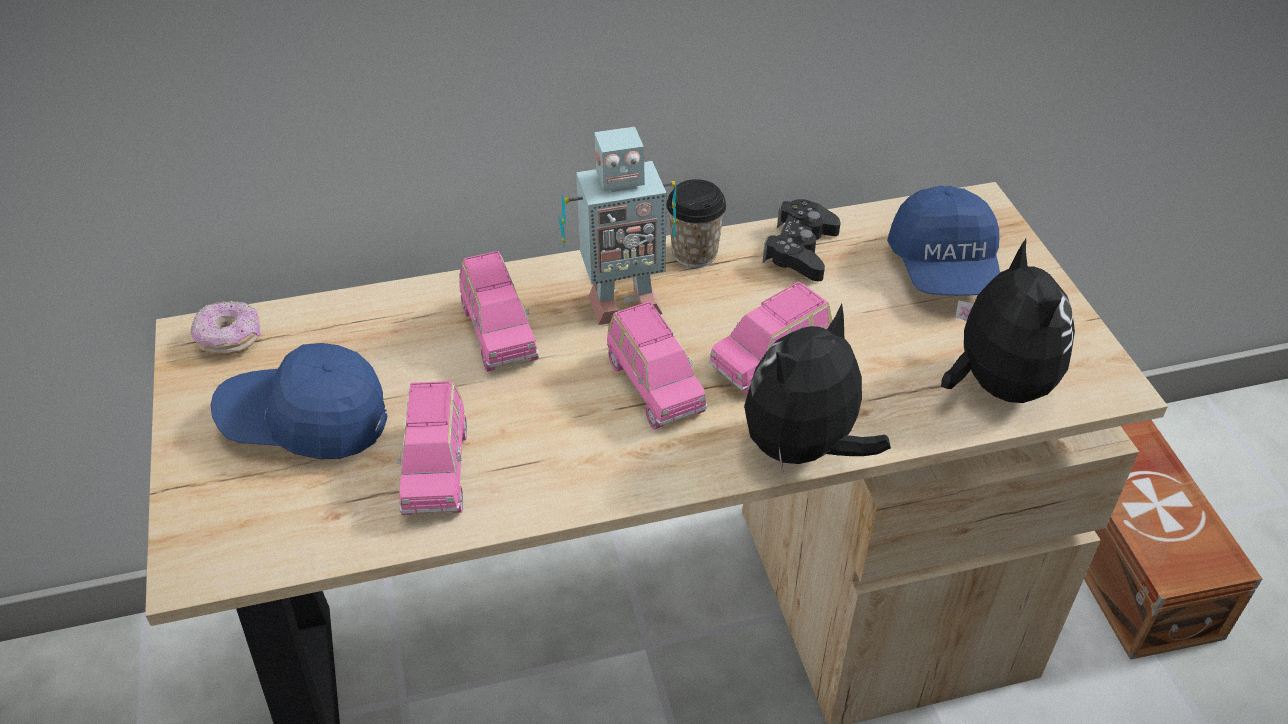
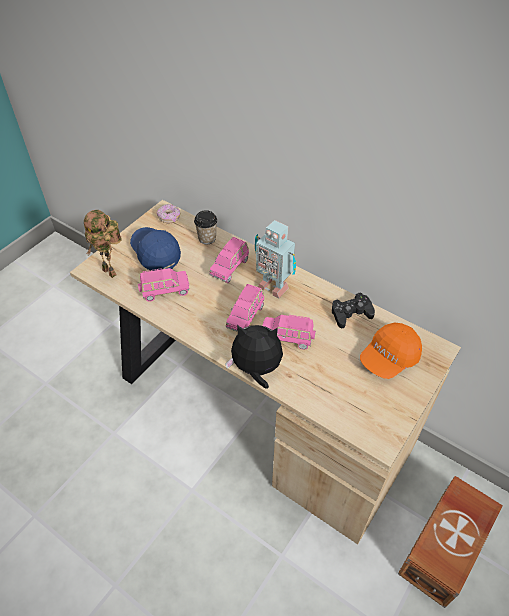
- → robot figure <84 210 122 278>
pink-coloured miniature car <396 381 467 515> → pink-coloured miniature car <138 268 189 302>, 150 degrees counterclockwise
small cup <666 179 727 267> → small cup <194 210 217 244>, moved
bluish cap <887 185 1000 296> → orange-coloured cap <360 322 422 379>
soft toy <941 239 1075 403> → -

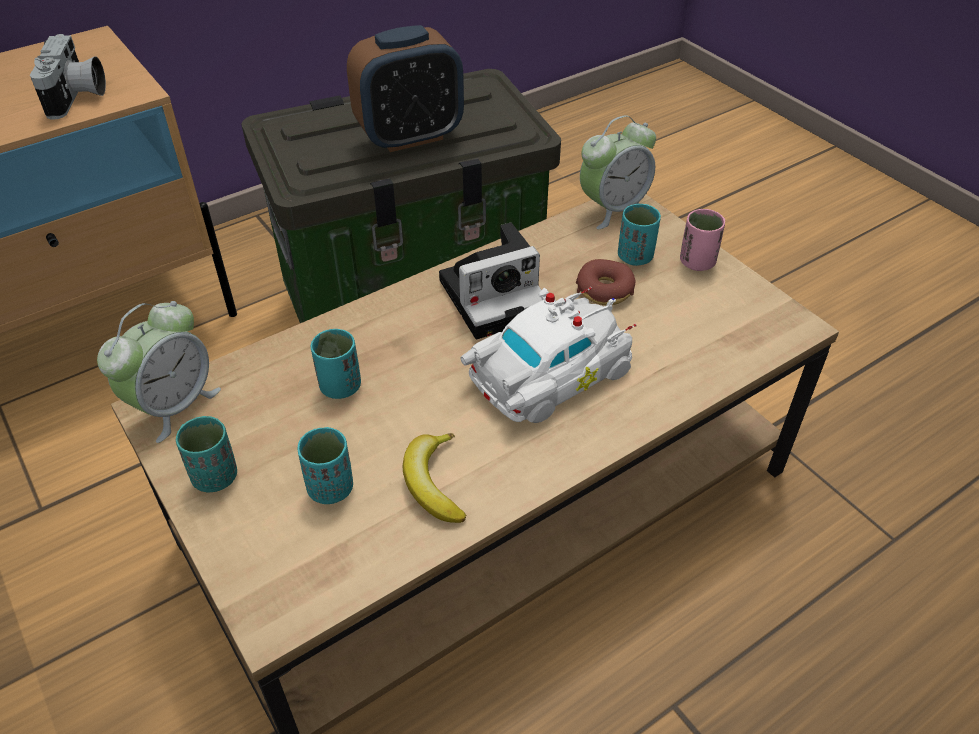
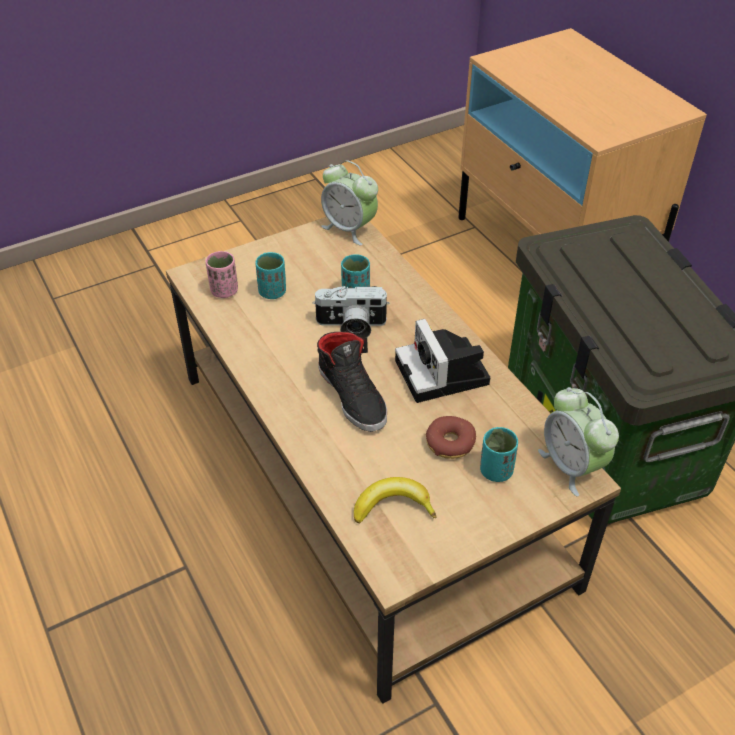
pink-coloured small cup <680 209 725 271> → pink-coloured small cup <205 251 238 298>, moved
still camera <30 34 106 120> → still camera <312 286 389 337>, moved
whitish miniature car <460 287 636 423> → blackish shoe <317 332 387 432>
whole banana <403 433 466 523> → whole banana <354 477 437 524>, moved
blue-green small cup <176 416 237 493> → -
alarm clock <347 25 464 152> → -

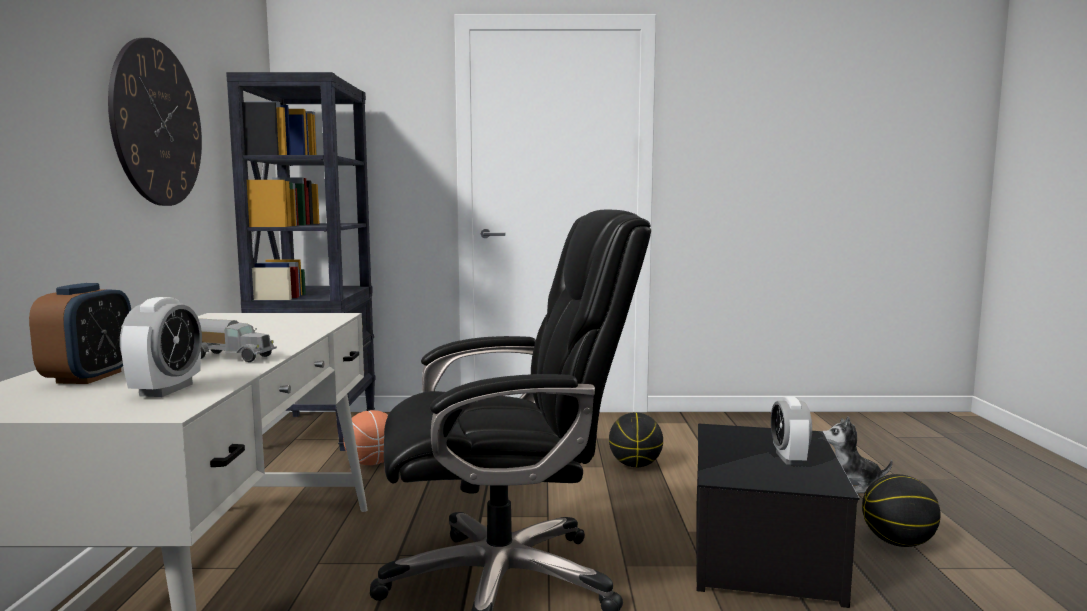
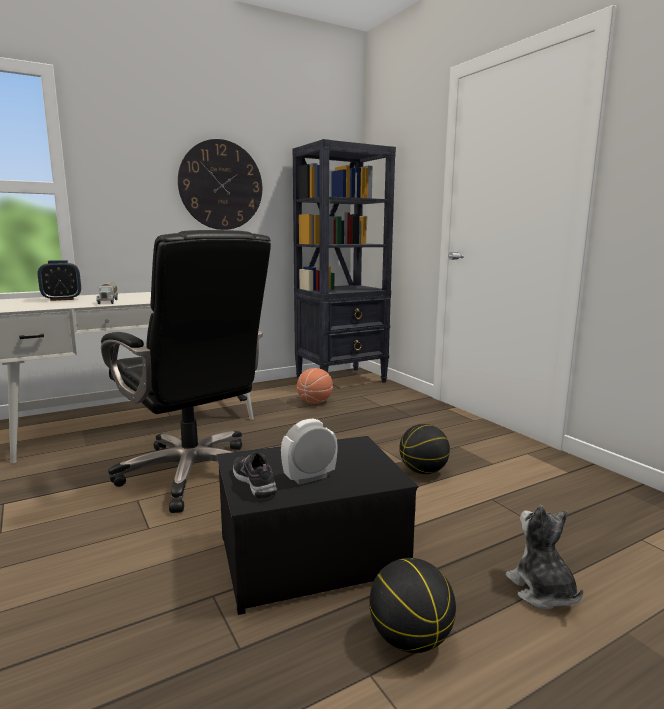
- → shoe <233 452 277 498>
alarm clock <120 297 202 397> → -

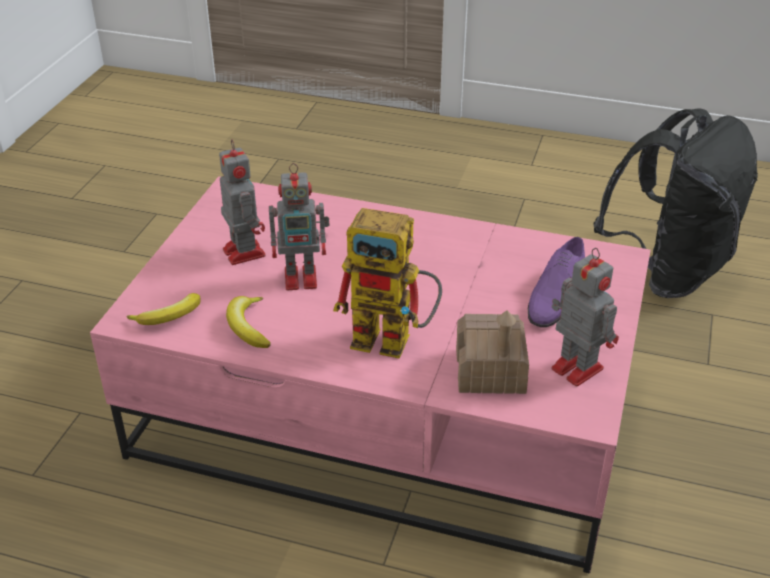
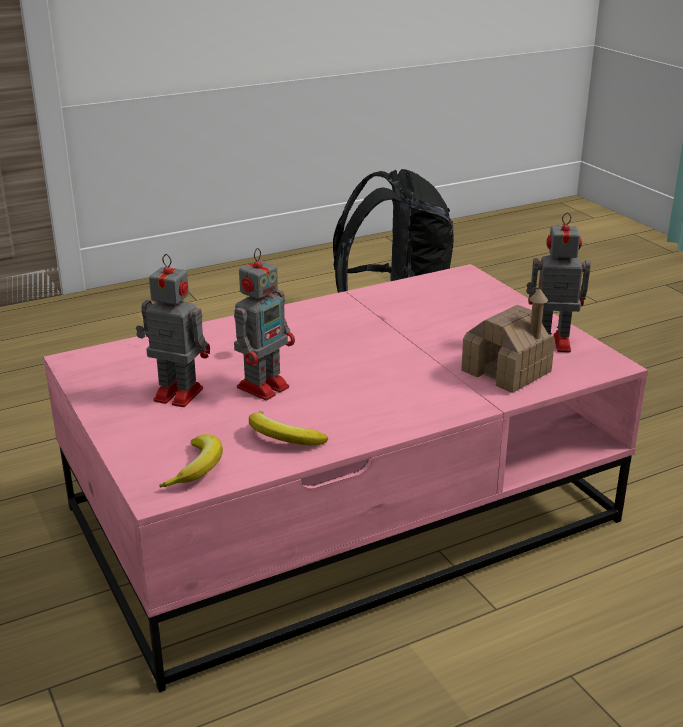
robot figure <333 208 442 359> → -
purple-coloured shoe <528 237 585 328> → -

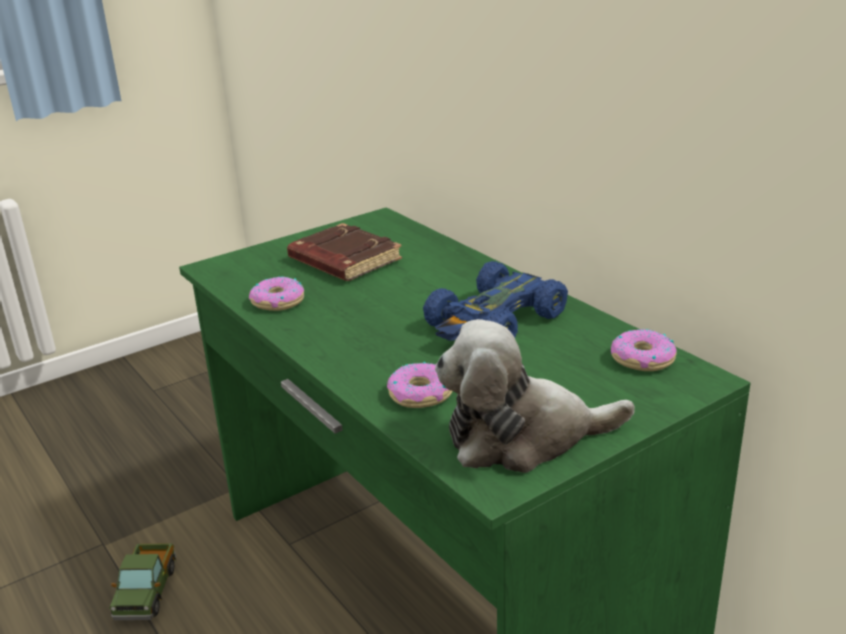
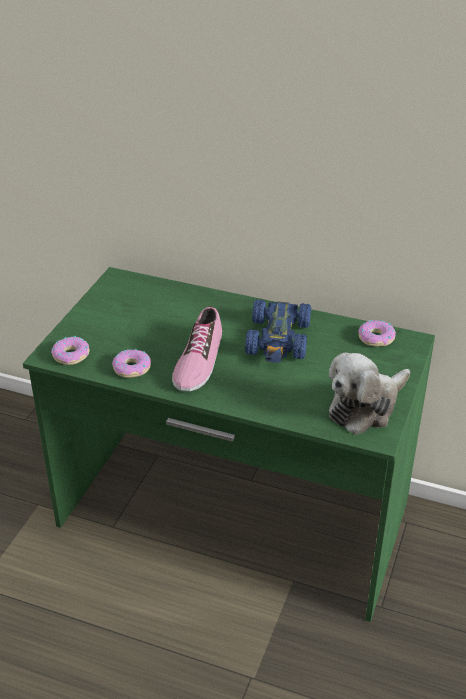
donut <387 362 452 408> → donut <51 336 90 365>, moved
- → shoe <172 306 222 391>
toy truck <109 543 176 620> → -
brownish book <287 223 402 281> → -

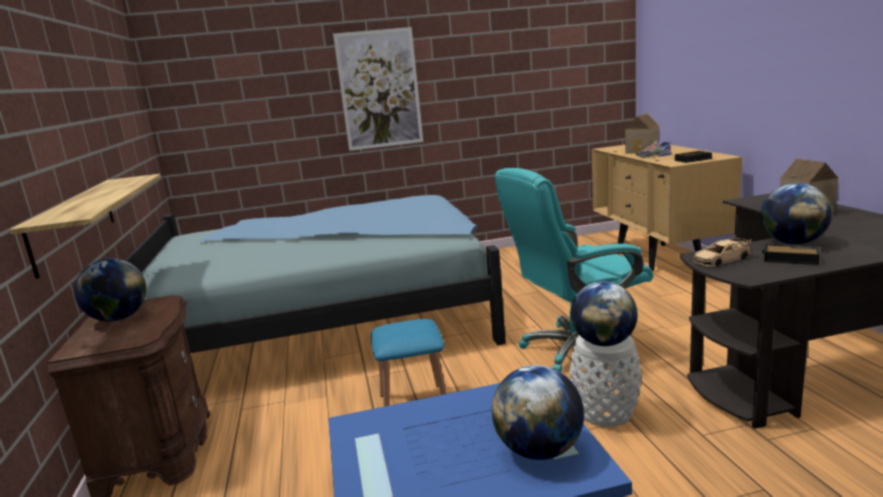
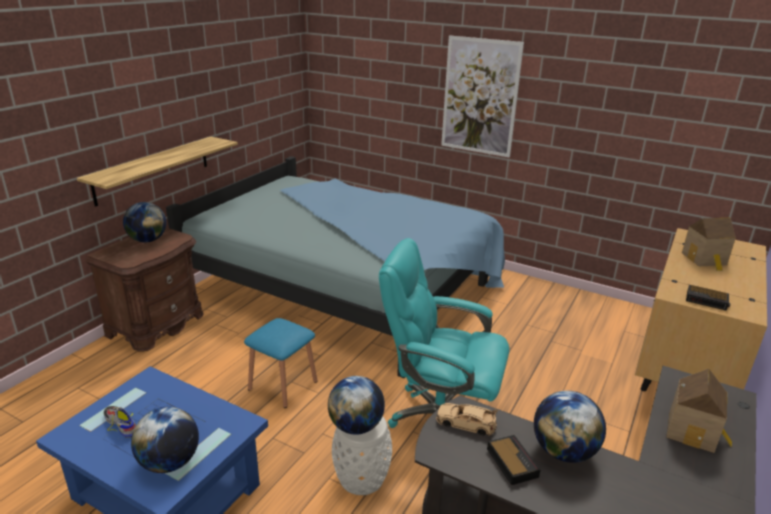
shoe <636 141 671 158> → shoe <103 406 136 438>, moved

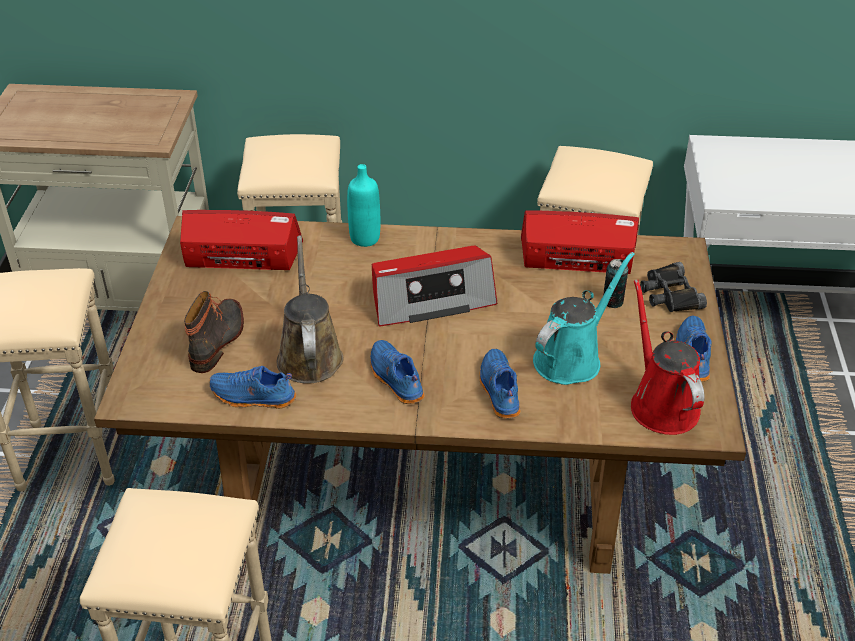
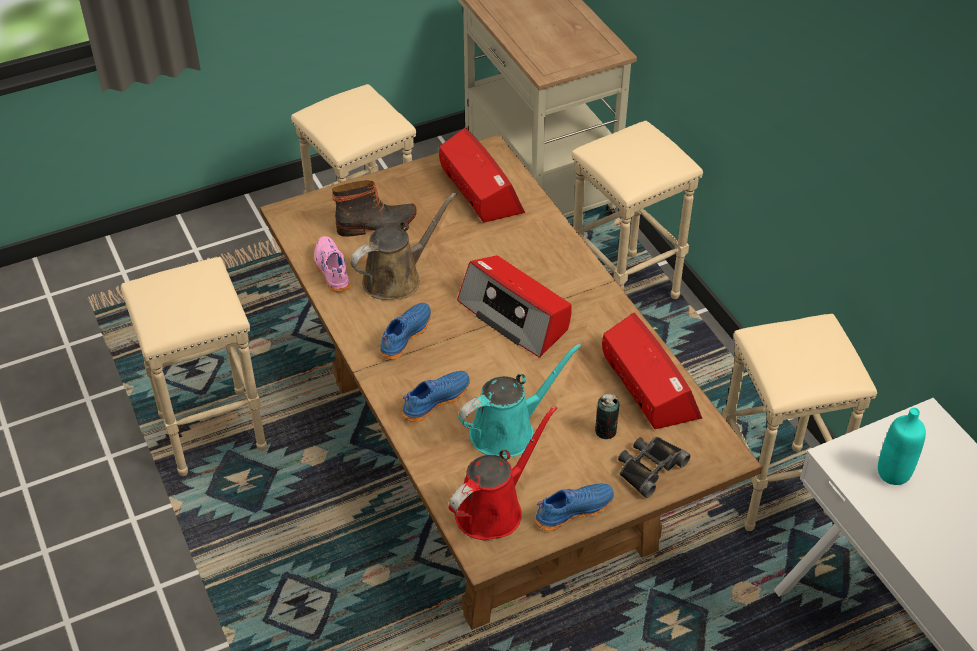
bluish shoe <209 366 296 409> → pink-coloured shoe <314 236 351 292>
blue-green watering can <533 252 635 385> → blue-green watering can <458 343 582 457>, 45 degrees counterclockwise
blue-green drink bottle <347 164 380 247> → blue-green drink bottle <878 408 926 485>, moved

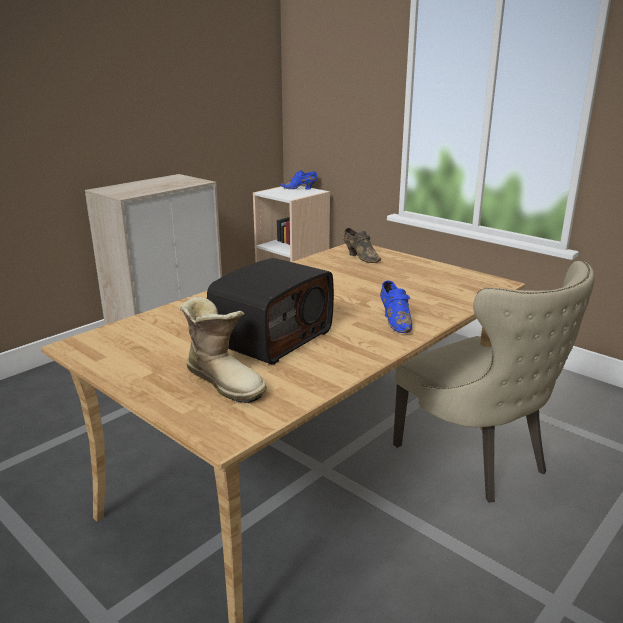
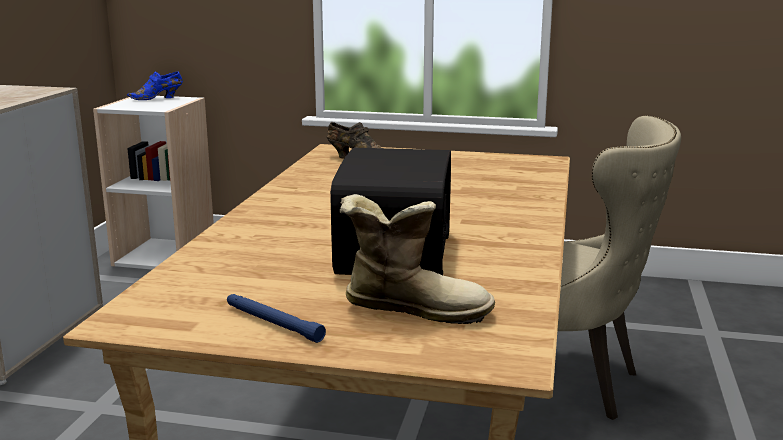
- → bluish hand torch <227 294 326 343>
bluish shoe <380 280 412 333> → -

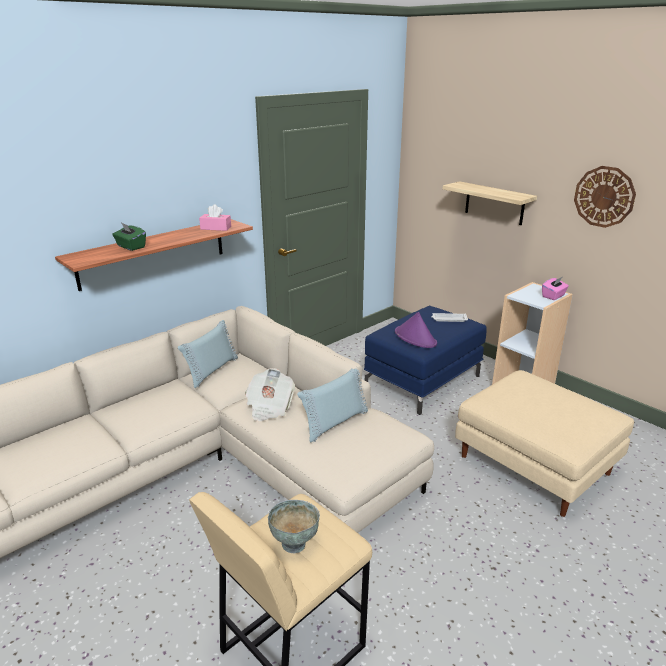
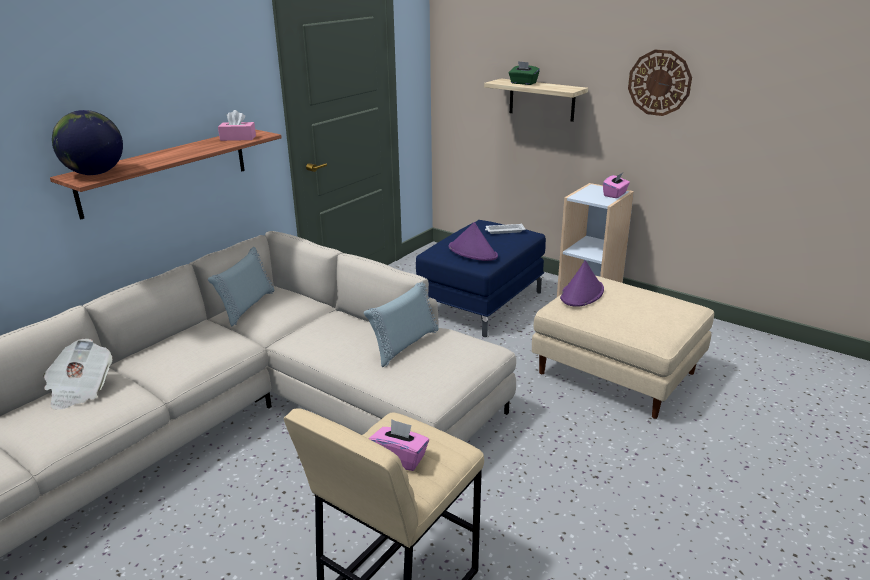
printed paper <245 368 295 421> → printed paper <43 339 112 410>, moved
- → desk globe <52 110 123 175>
greyish serving bowl <268 500 320 553> → pink-coloured tissue holder <369 419 429 471>
greenish tissue holder <112 223 146 251> → greenish tissue holder <509 61 540 85>, moved
- → purple-coloured clothing hat <560 260 604 307>

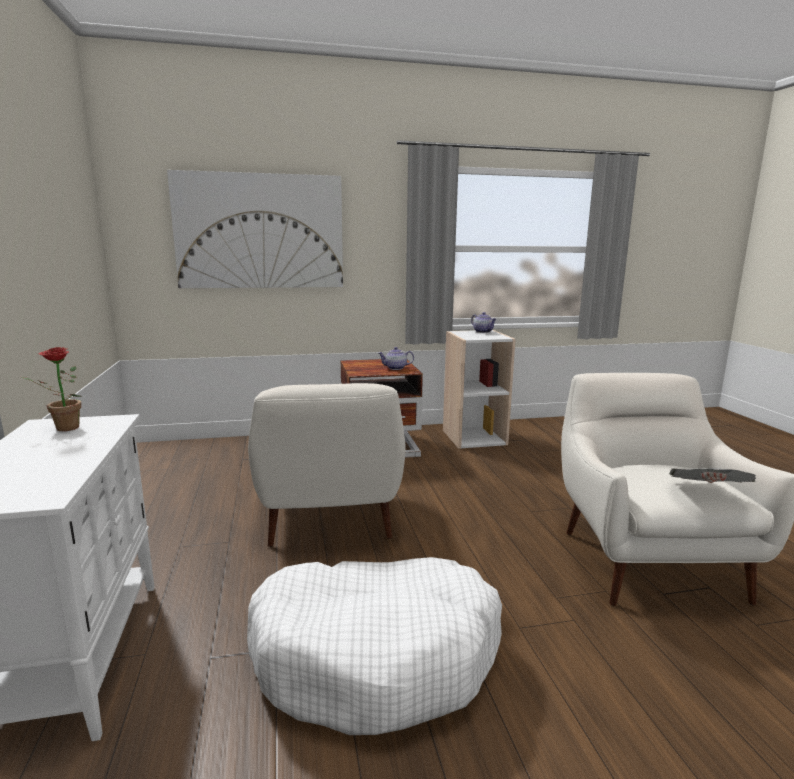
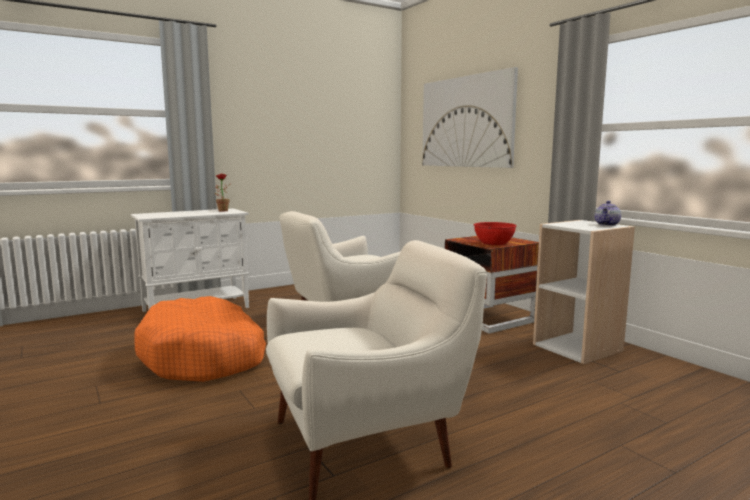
whitish dog bed <247 557 502 735> → orange-coloured dog bed <135 296 266 382>
teapot <379 347 414 370> → red serving bowl <474 222 517 245>
printed paper <669 468 756 483> → -

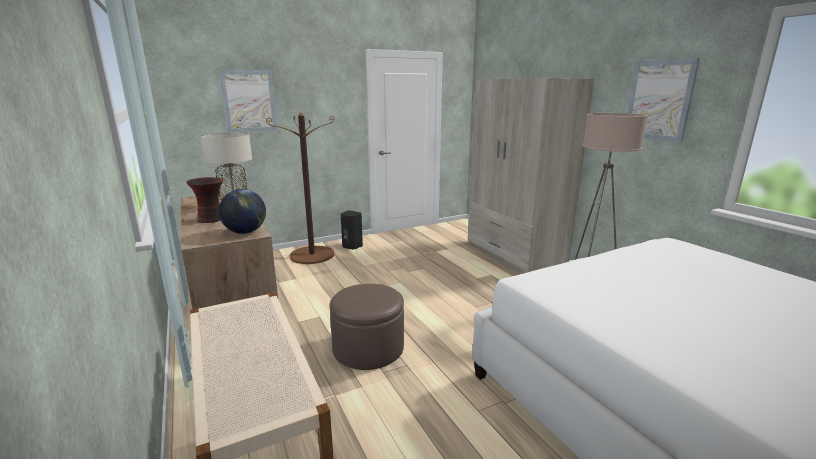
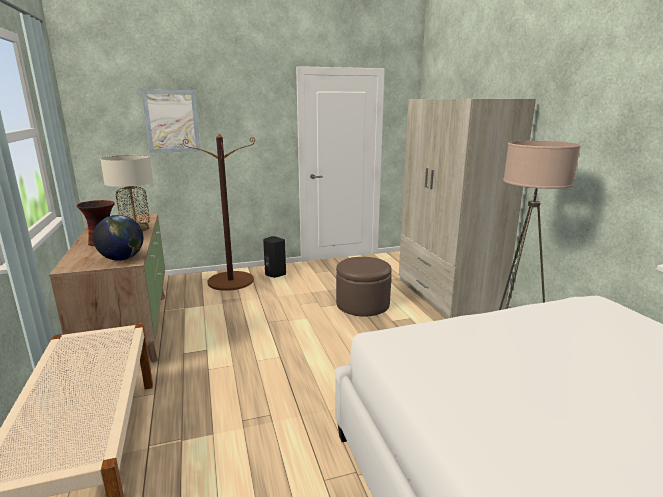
brownish pouffe <329 284 404 370> → brownish pouffe <336 257 392 317>, moved
wall art <627 58 700 142> → -

